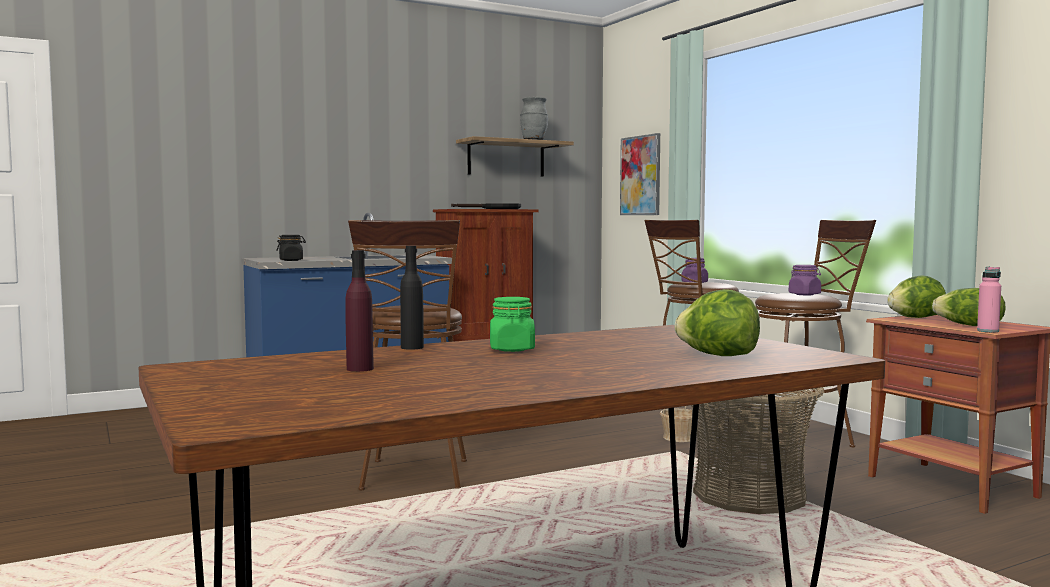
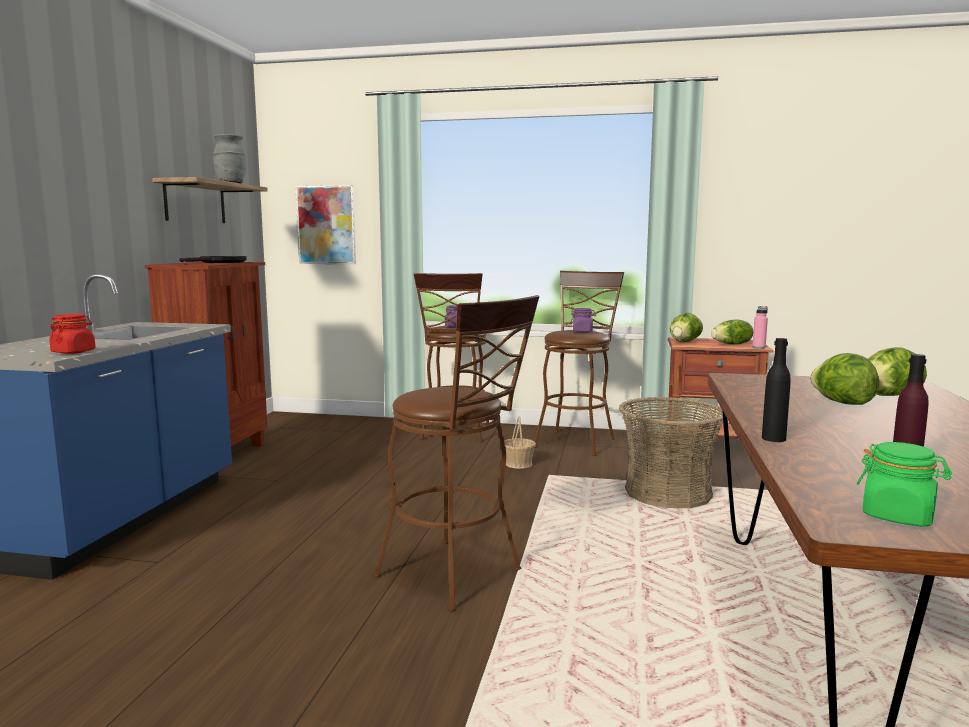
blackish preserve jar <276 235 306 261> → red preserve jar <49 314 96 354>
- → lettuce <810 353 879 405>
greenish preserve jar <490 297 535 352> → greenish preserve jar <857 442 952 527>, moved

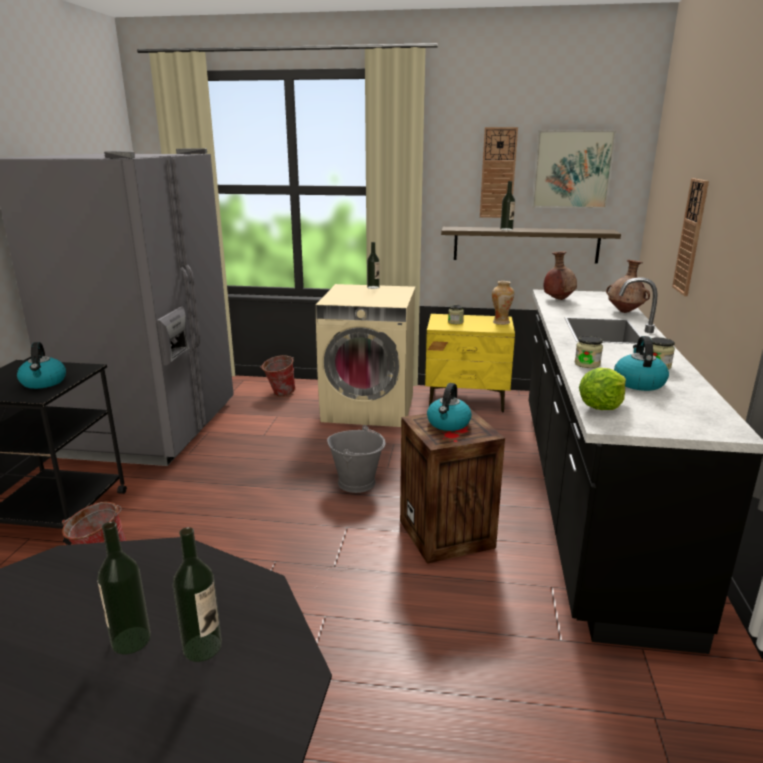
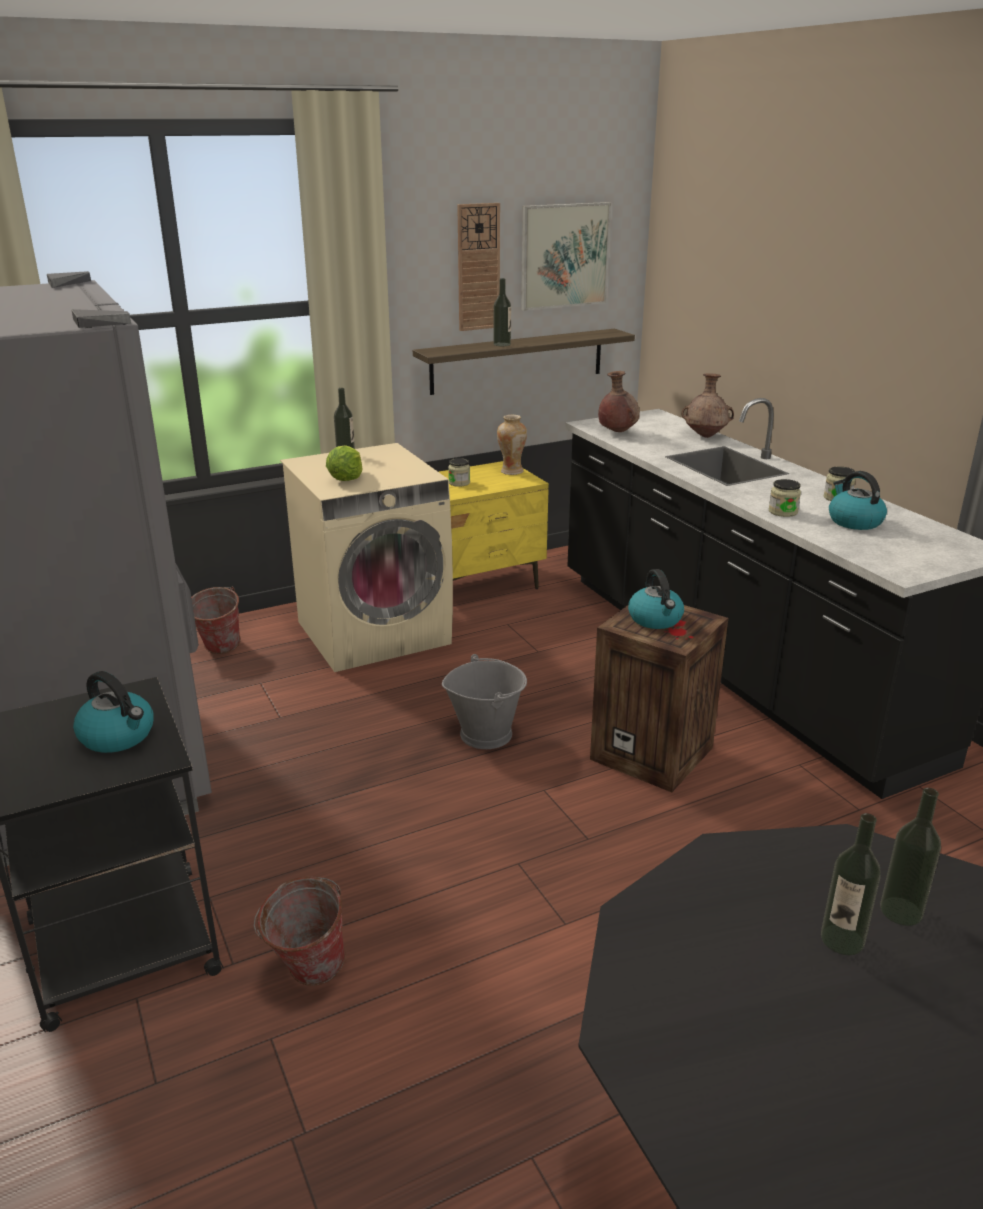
lettuce <579 368 626 410> → lettuce <326 445 363 481>, moved
clock on the wall <672 178 709 296> → -

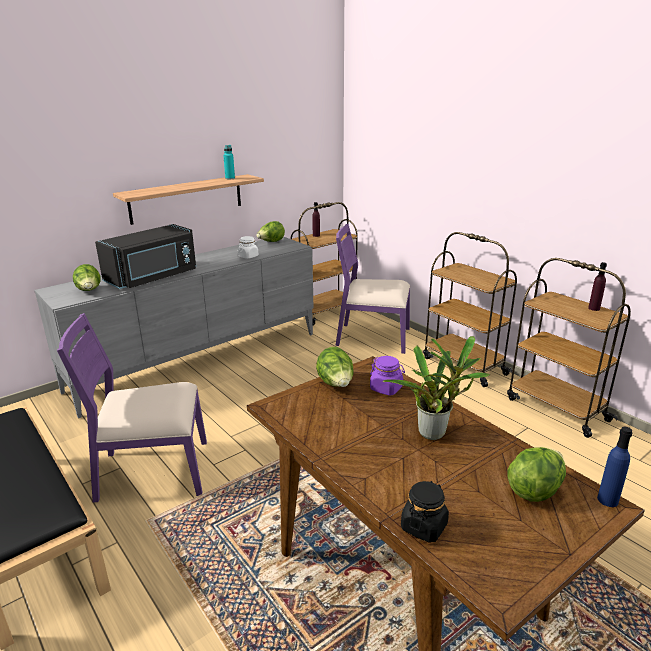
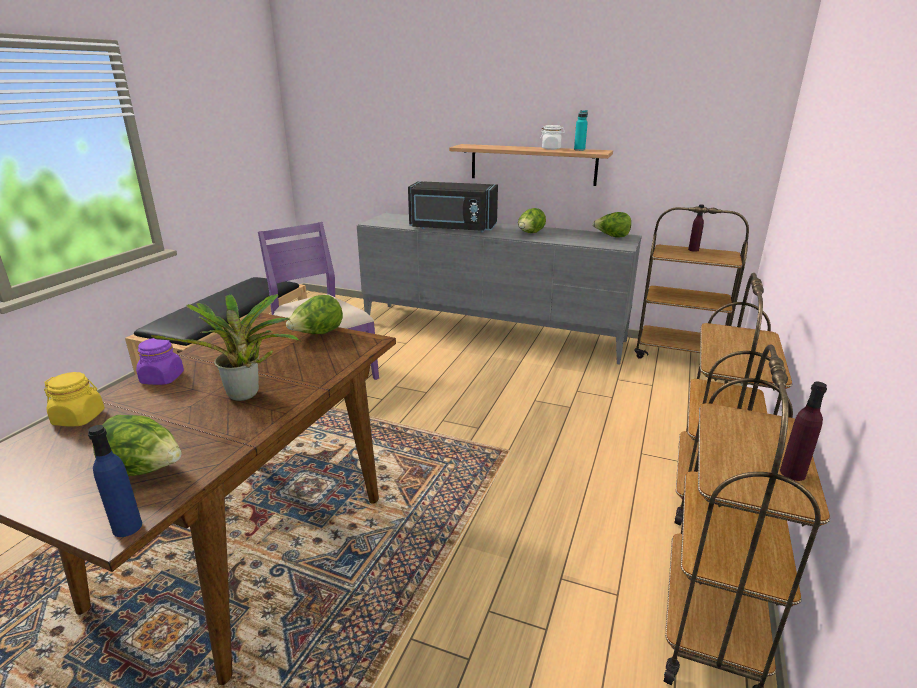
blackish preserve jar <401 481 449 543> → yellow-coloured preserve jar <44 372 105 426>
purple-coloured preserve jar <370 356 405 396> → purple-coloured preserve jar <136 337 184 385>, moved
lettuce <73 264 101 291> → lettuce <518 208 546 233>, moved
whitish preserve jar <238 236 258 259> → whitish preserve jar <540 125 565 150>, moved
purple-coloured plain chair <335 224 410 354> → -

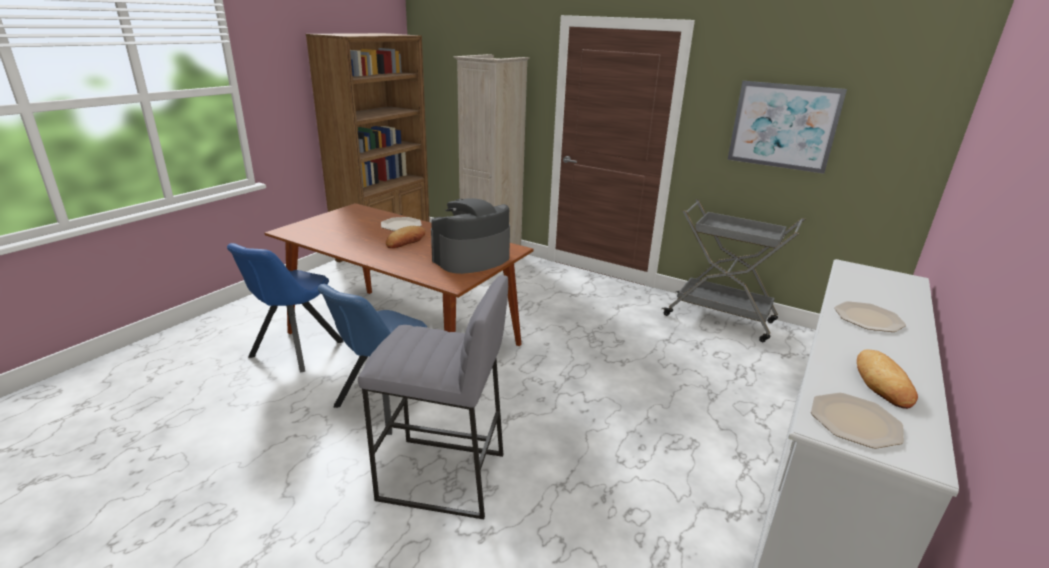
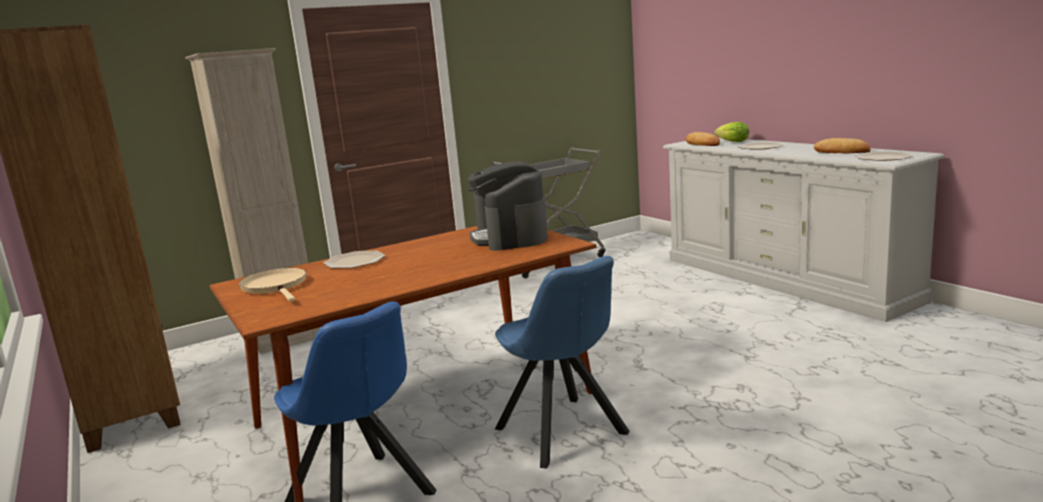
- → beige skillet <239 268 306 302>
baked bread <386 226 426 248> → baked bread <686 132 720 146>, moved
- → lettuce <715 122 749 142>
greyish stool <358 275 508 519> → -
wall art <727 81 847 174> → -

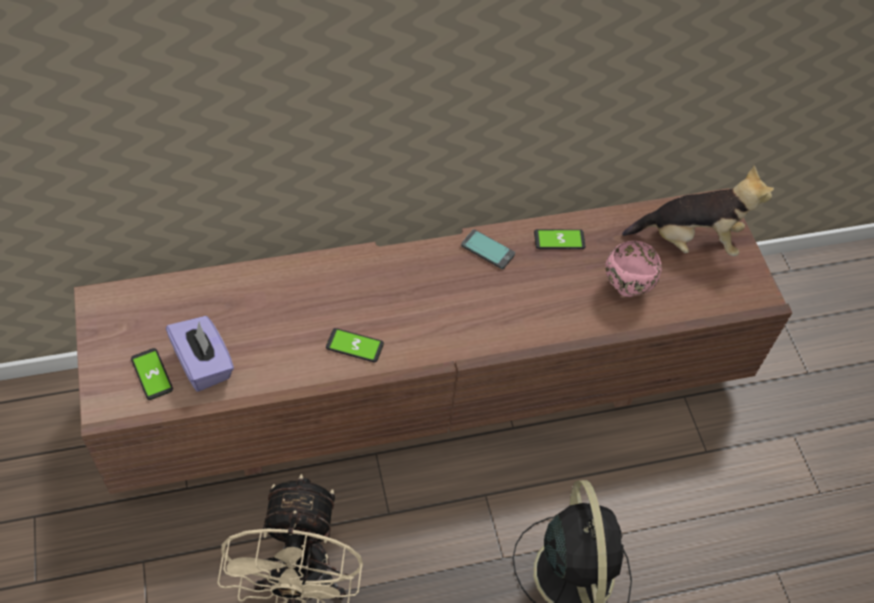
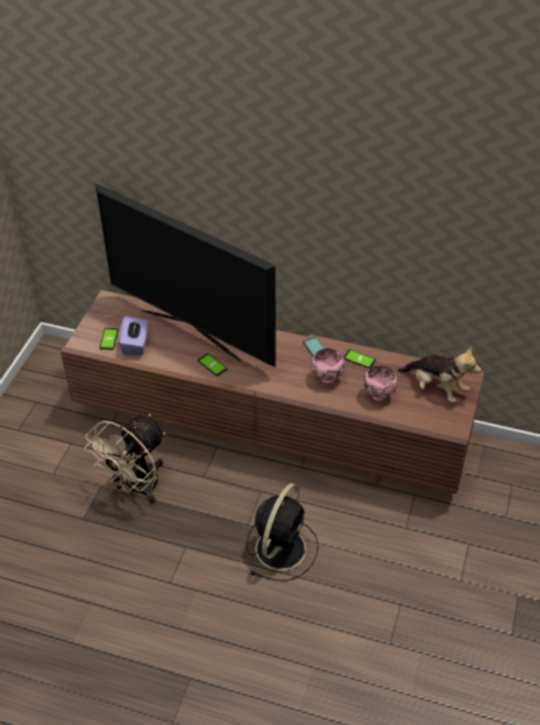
- → TV set <95 184 276 367>
- → pink-coloured serving bowl <311 348 345 384>

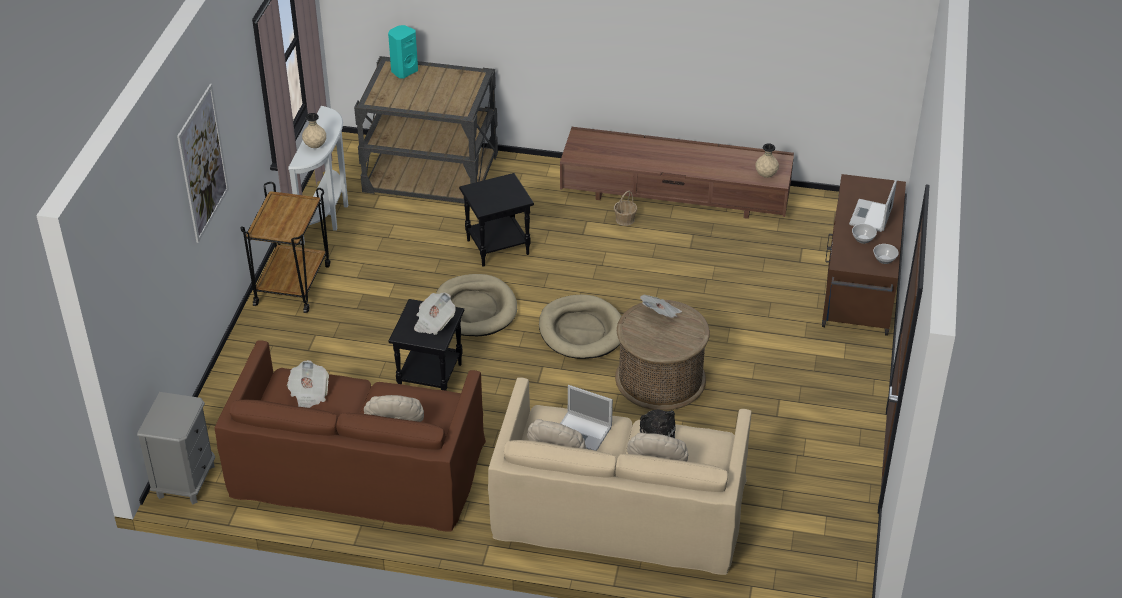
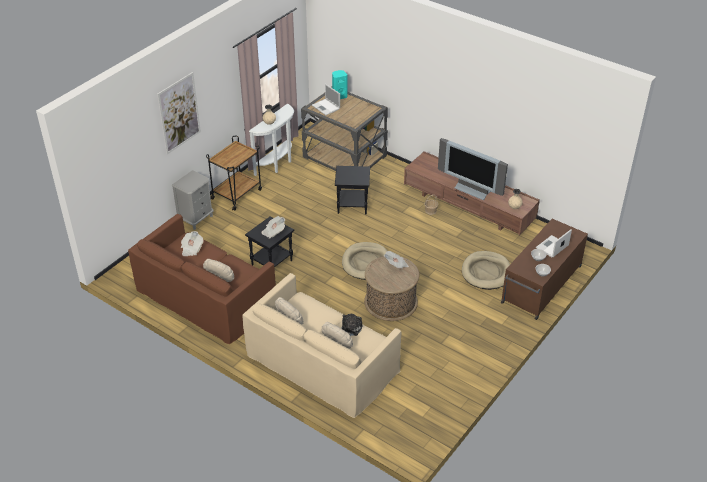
greyish nightstand <137 392 215 504> → greyish nightstand <172 170 213 230>, moved
laptop <560 385 613 451> → laptop <312 84 340 115>, moved
- → TV set <438 138 508 200>
beige dog bed <436 274 517 336> → beige dog bed <462 251 510 290>, moved

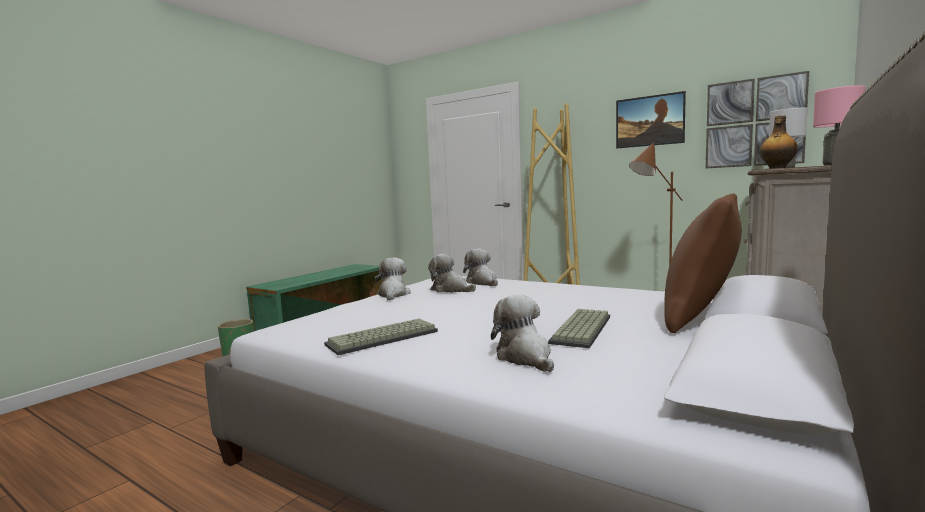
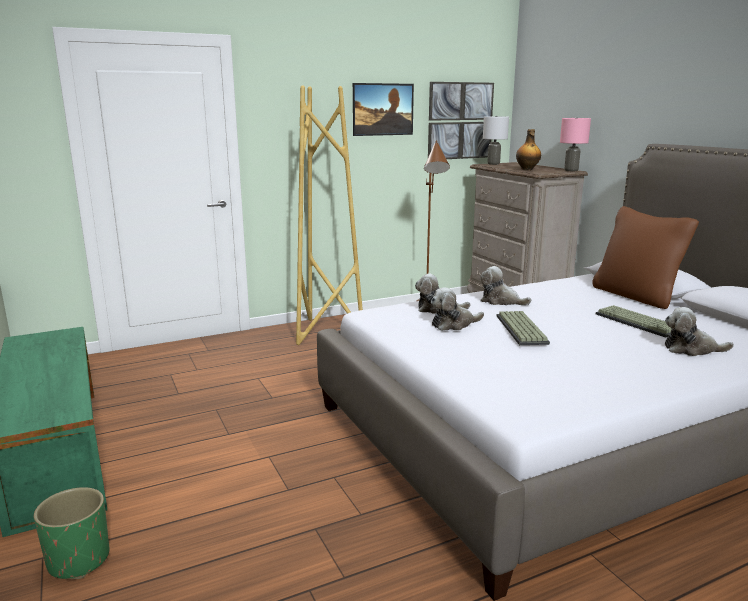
soft toy <374 258 411 300> → soft toy <480 266 531 305>, moved
computer keyboard <324 319 438 355> → computer keyboard <497 311 550 345>, moved

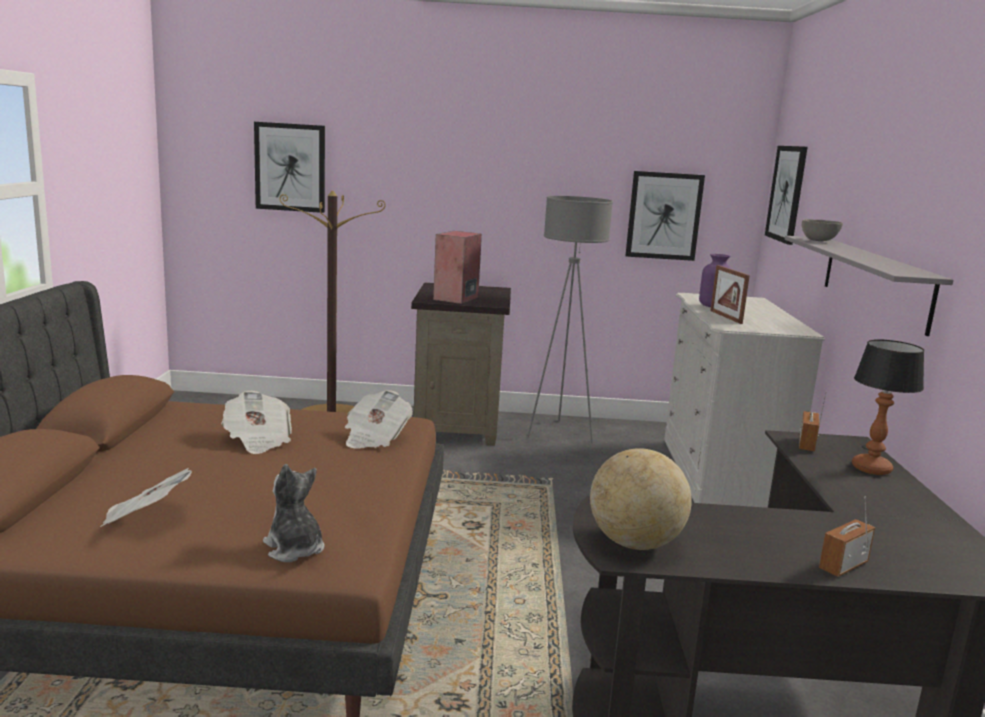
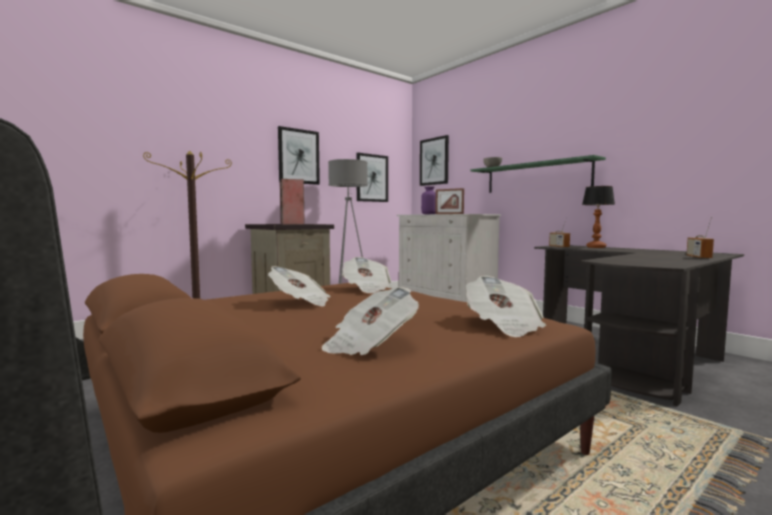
wall art <254 122 325 213> → wall art <278 126 320 185>, moved
soft toy <263 464 325 562> → printed paper <466 276 546 337>
greyish wall shelf <785 236 954 336> → greenish wall shelf <470 155 606 193>
desk globe <590 448 692 550> → -

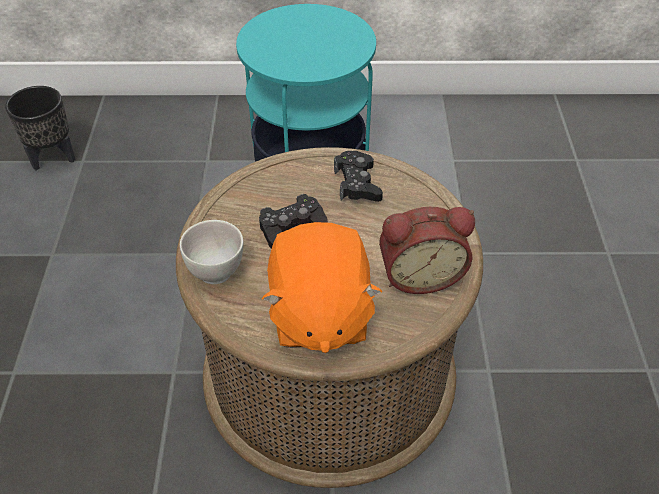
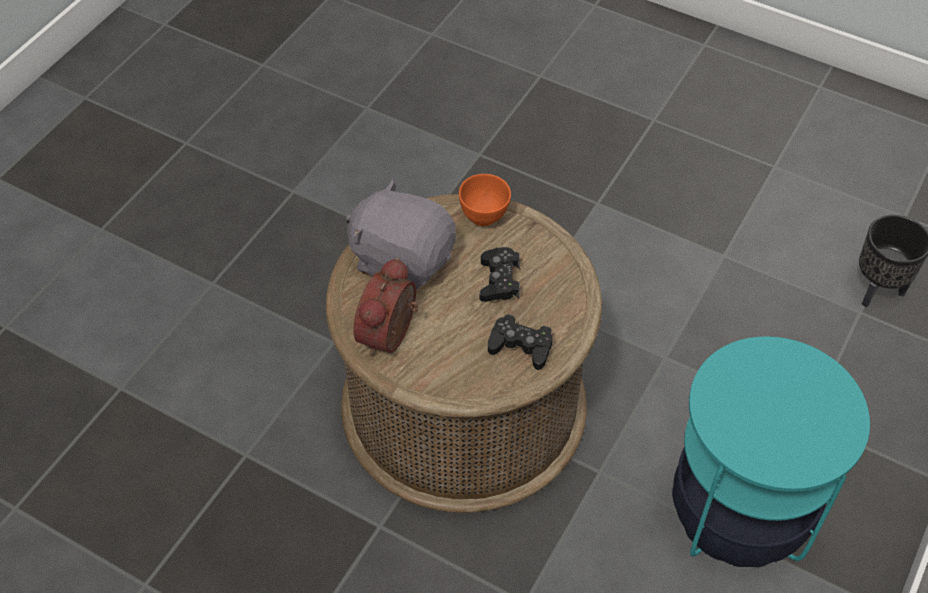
orange-coloured soft toy <262 222 383 353> → greyish soft toy <346 179 456 290>
whitish serving bowl <180 220 243 284> → orange-coloured serving bowl <459 174 511 226>

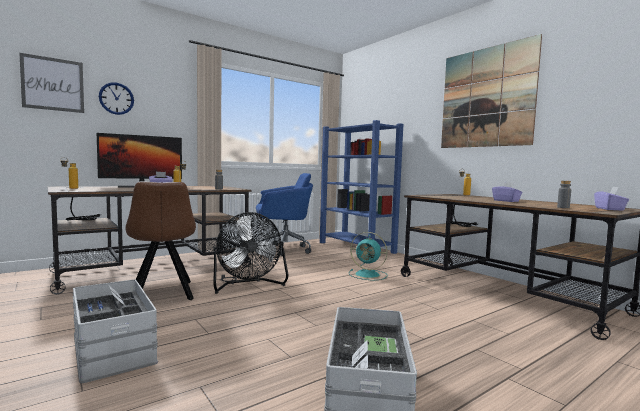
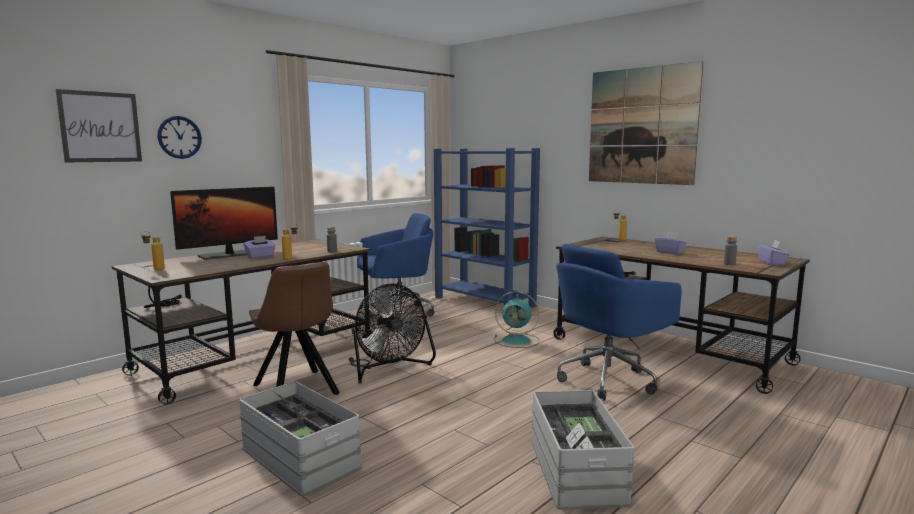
- → bluish computer chair <556 244 682 401>

